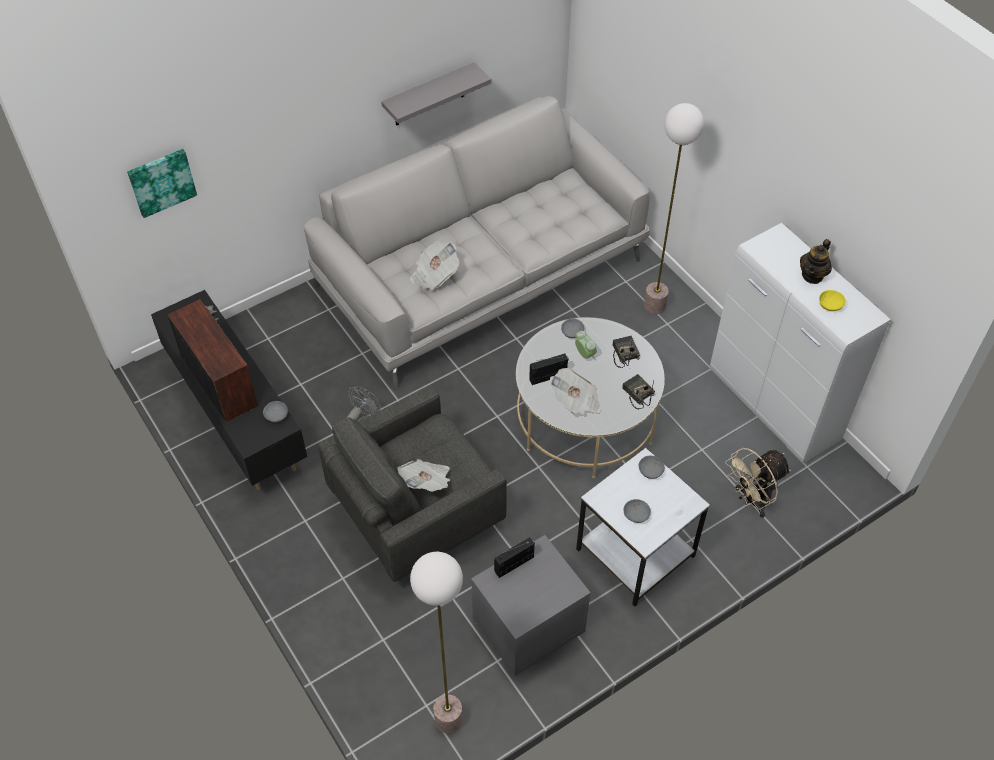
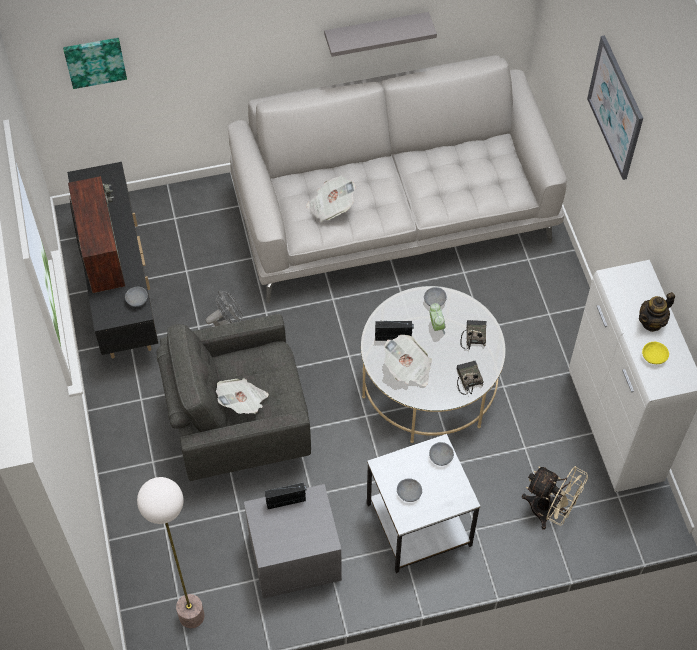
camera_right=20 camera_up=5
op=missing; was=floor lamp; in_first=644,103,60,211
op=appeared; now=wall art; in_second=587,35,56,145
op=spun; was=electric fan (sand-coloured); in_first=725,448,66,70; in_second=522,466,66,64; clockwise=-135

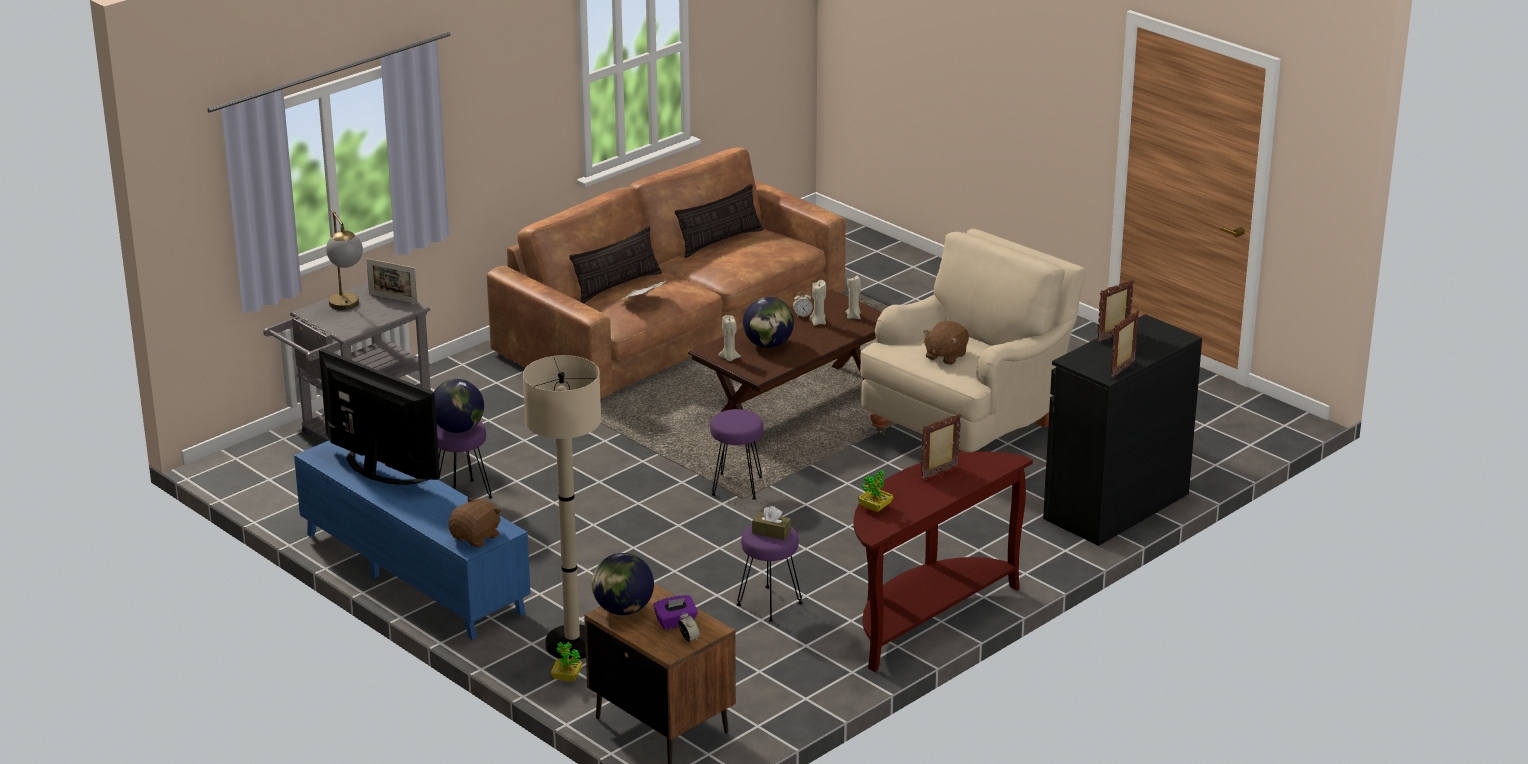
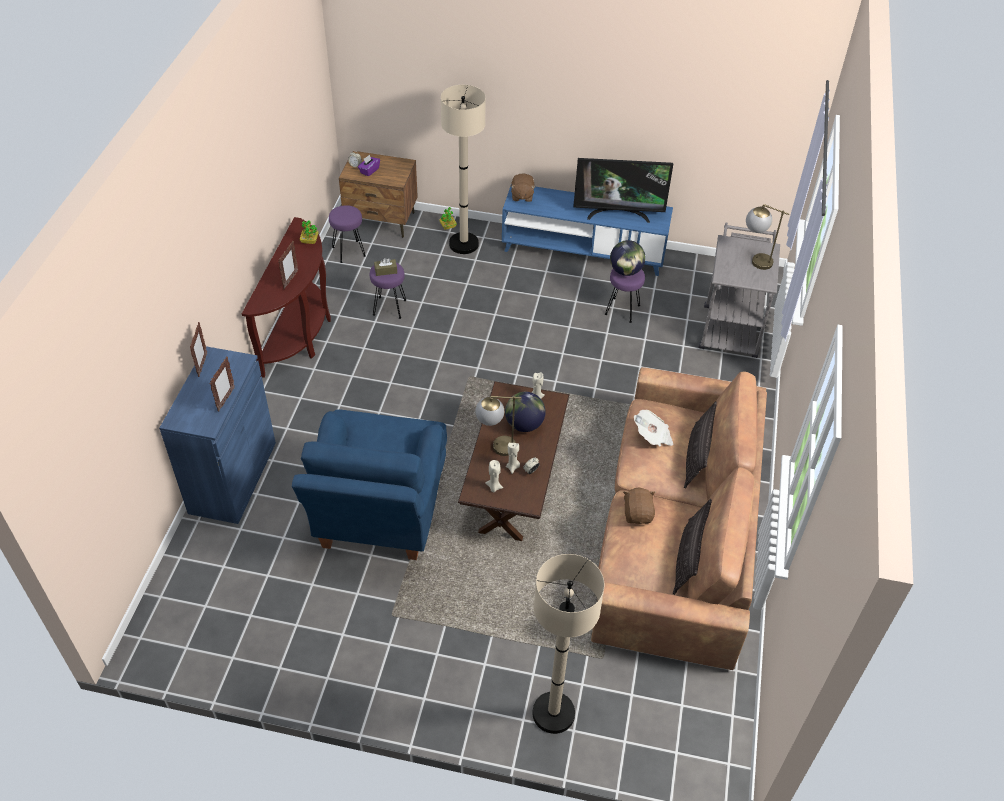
camera_right=145 camera_up=20
op=missing; was=picture frame; in_first=366,259,52,45
op=missing; was=world globe; in_first=592,553,62,62
op=appeared; now=lamp for a table; in_second=475,396,47,60
op=appeared; now=floor lamp (sand-coloured); in_second=532,554,72,180
op=relocated; was=stool (purplish); in_first=710,409,54,91; in_second=329,205,37,58
op=relocated; was=soft toy (brown-coloured); in_first=923,321,46,44; in_second=623,488,32,36
op=colour; was=armchair (sand-coloured); now=armchair (bluish); in_first=860,229,226,225; in_second=292,410,155,150
op=colour; was=storage cabinet (black-coloured); now=storage cabinet (bluish); in_first=1043,314,159,232; in_second=159,346,117,178

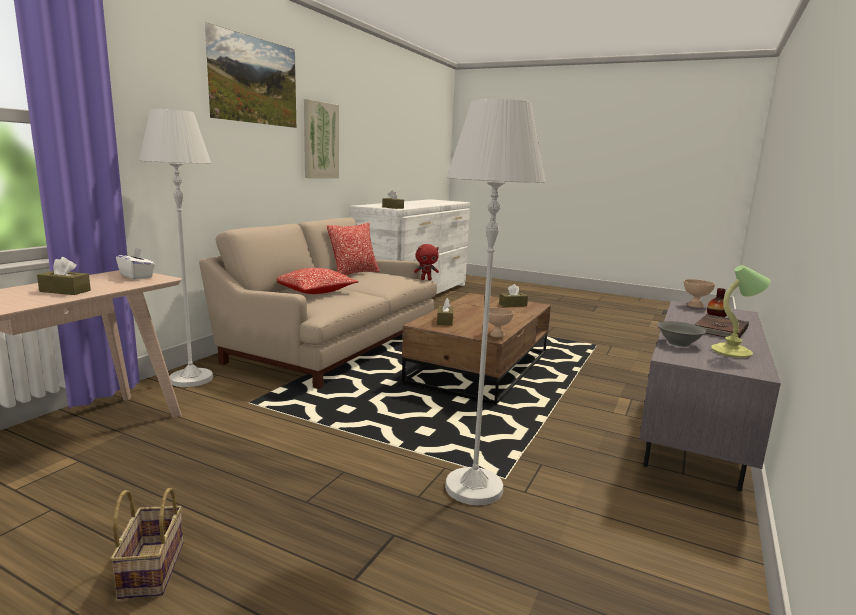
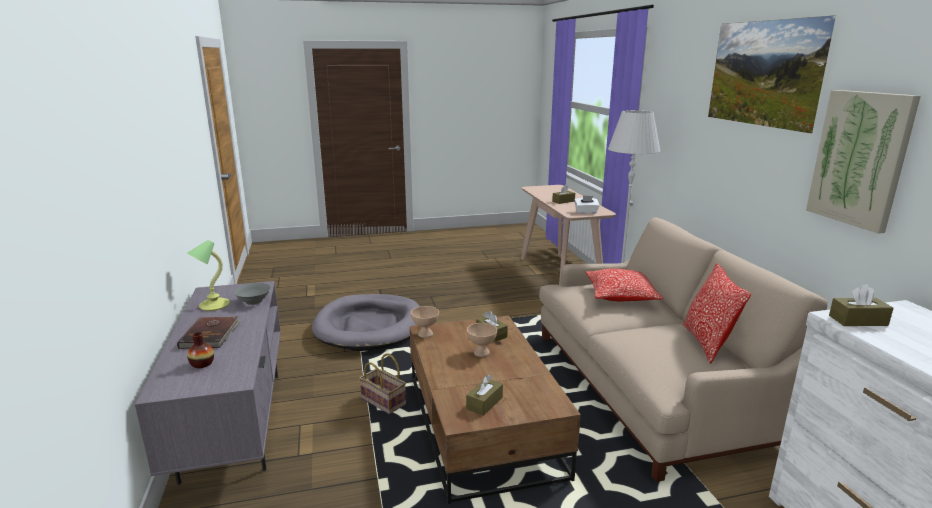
camera_right=140 camera_up=5
op=missing; was=soft toy (red); in_first=414,244,25,36
op=relocated; was=basket; in_first=110,488,74,111; in_second=359,353,47,61
op=relocated; was=bowl (sand-coloured); in_first=684,279,31,29; in_second=467,323,30,34
op=exchanged; was=floor lamp (whitish); now=dog cushion (grey); in_first=445,99,101,406; in_second=312,294,108,57

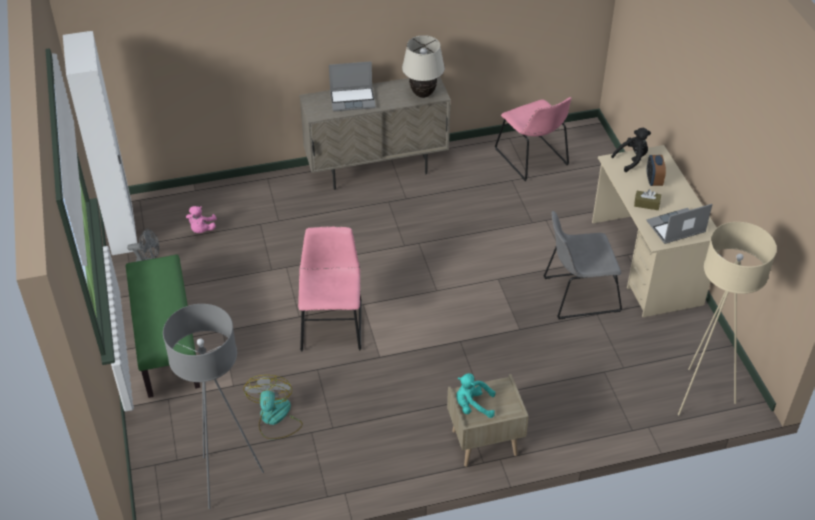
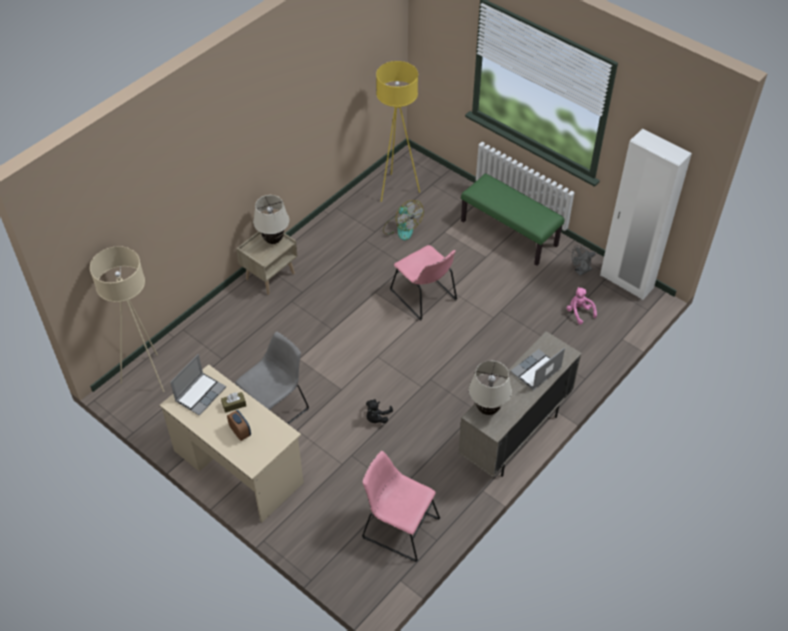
camera_right=145 camera_up=5
op=relocated; was=soft toy (black-coloured); in_first=611,128,40,44; in_second=366,399,27,24
op=exchanged; was=soft toy (blue-green); now=lamp for a table (sand-coloured); in_first=456,373,40,45; in_second=253,195,36,49
op=colour; was=floor lamp (grey); now=floor lamp (yellow-coloured); in_first=163,304,101,205; in_second=376,61,44,141

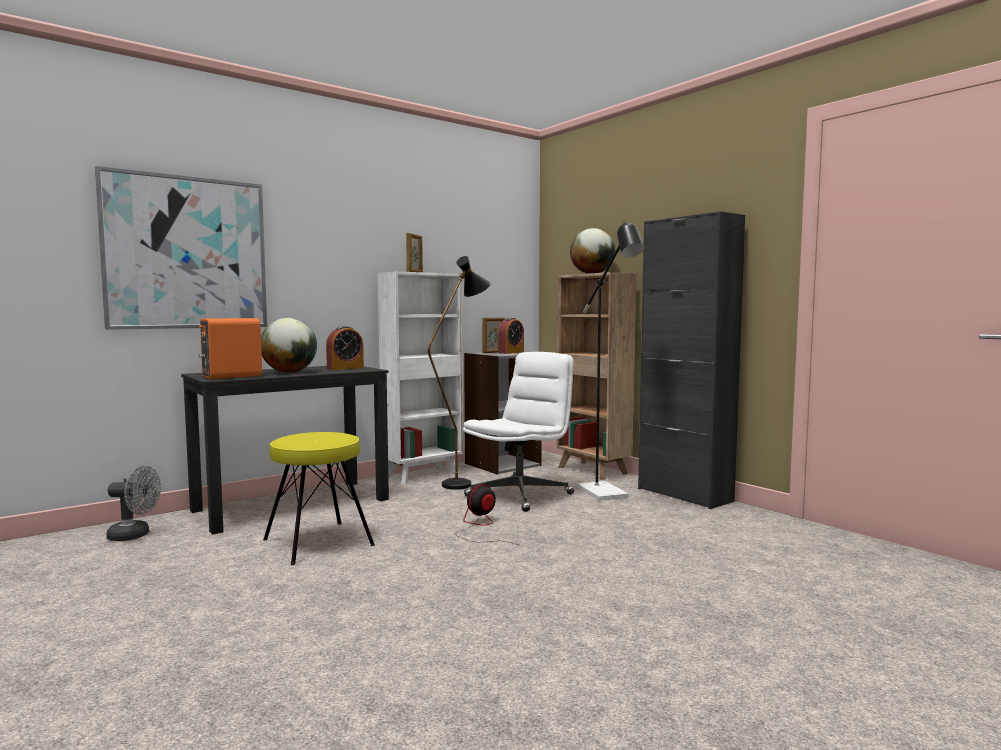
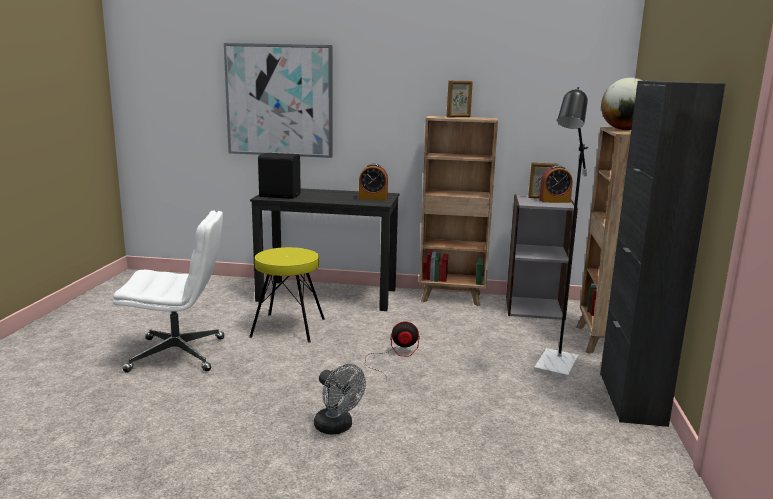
camera_right=45 camera_up=10
op=missing; was=world globe; in_first=261,318,56,55
op=missing; was=floor lamp (black-coloured); in_first=428,256,63,234
op=relocated; was=electric fan (grey); in_first=106,466,55,75; in_second=314,364,52,70
op=relocated; was=office chair (whitish); in_first=463,352,111,160; in_second=113,210,111,162
op=colour; was=loudspeaker (orange-coloured); now=loudspeaker (black-coloured); in_first=198,318,64,61; in_second=258,153,43,46
op=colour; was=bookshelf (whitish); now=bookshelf (brown-coloured); in_first=378,271,85,213; in_second=419,116,79,190

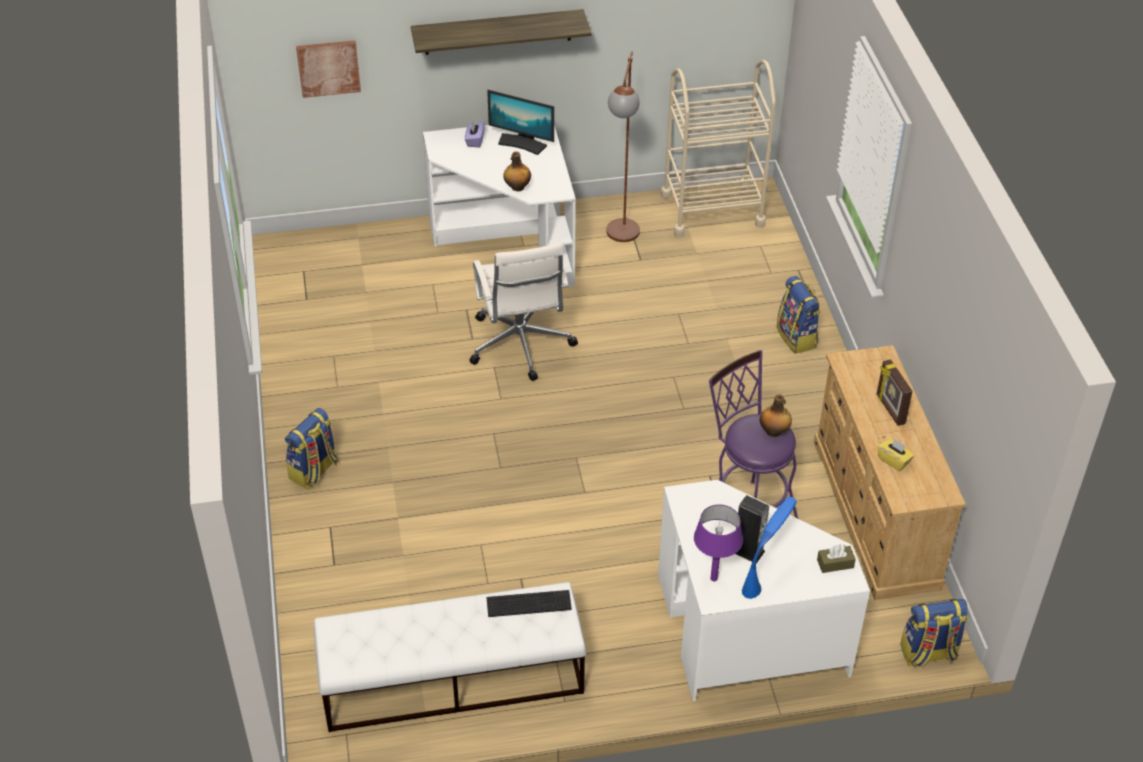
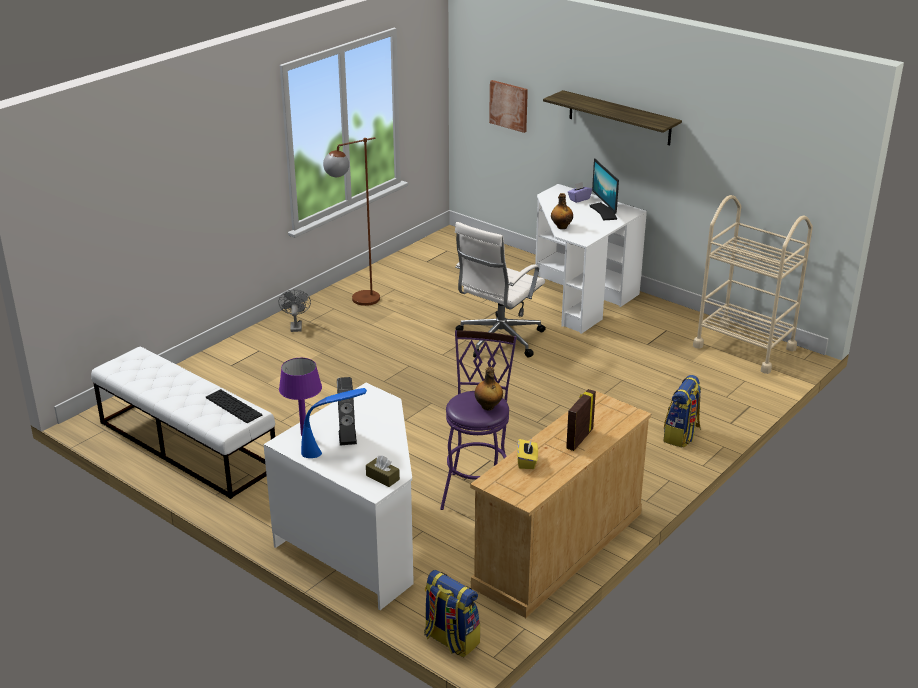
camera_right=50 camera_up=-15
op=relocated; was=floor lamp (brown-coloured); in_first=606,51,34,191; in_second=323,137,57,169
op=exchanged; was=knapsack; now=electric fan (grey); in_first=285,408,53,81; in_second=279,289,32,43

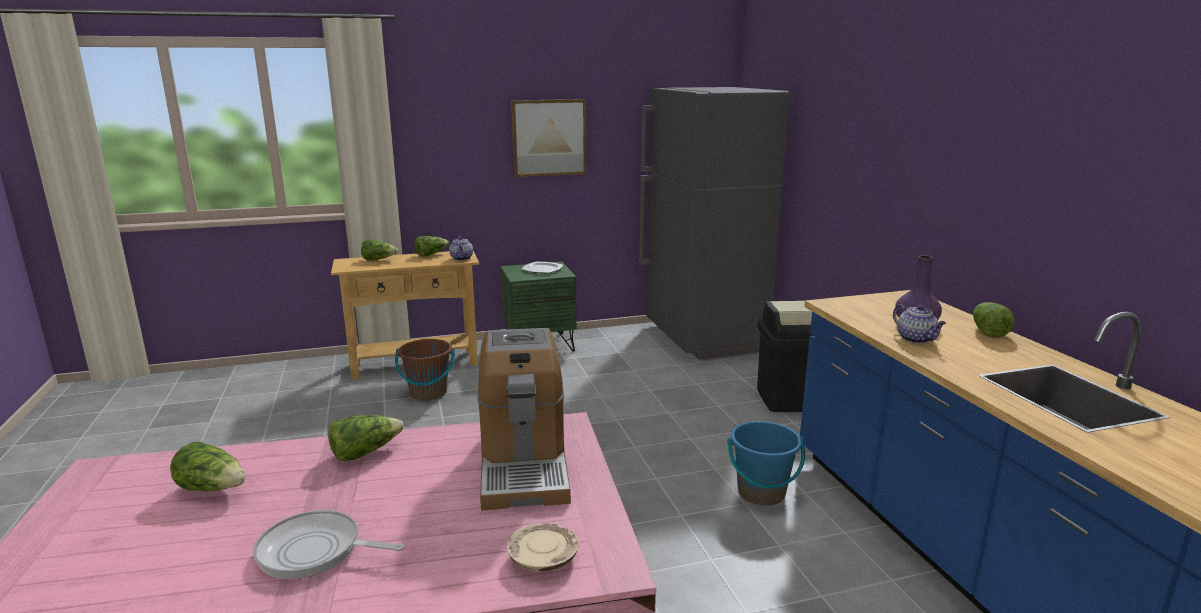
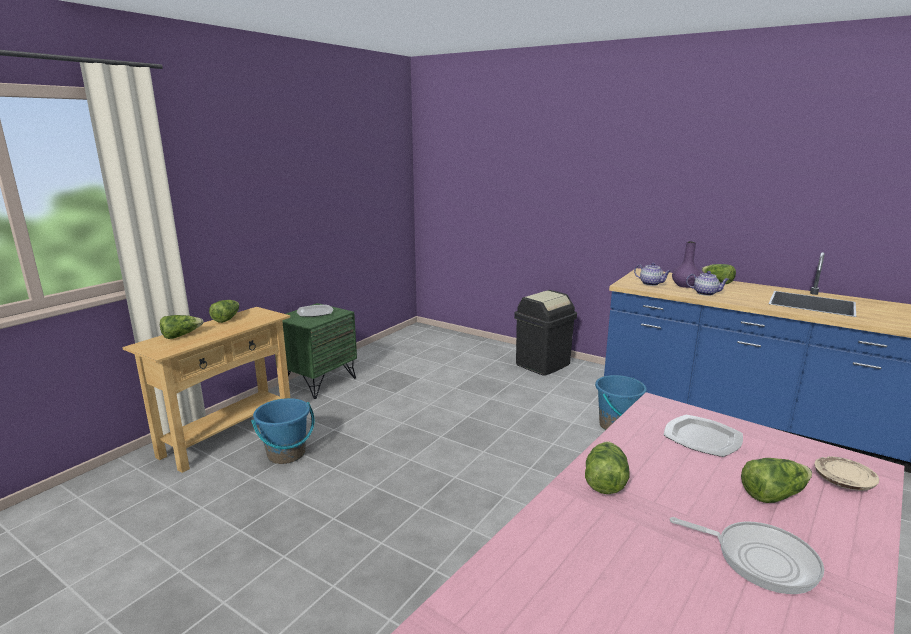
camera_right=-40 camera_up=0
op=missing; was=wall art; in_first=511,99,75,78
op=missing; was=fridge (grey); in_first=639,87,150,272
op=relocated; was=lettuce; in_first=170,442,75,49; in_second=741,458,71,45
op=relocated; was=teapot; in_first=449,236,24,25; in_second=634,263,37,23
op=exchanged; was=coffee brewer; now=plate; in_first=477,328,94,182; in_second=664,415,79,42
op=colour; was=bucket (brown-coloured); now=bucket (bluish); in_first=395,339,60,62; in_second=251,398,63,66
op=spun; was=pan; in_first=253,510,151,69; in_second=670,517,154,77; clockwise=-120

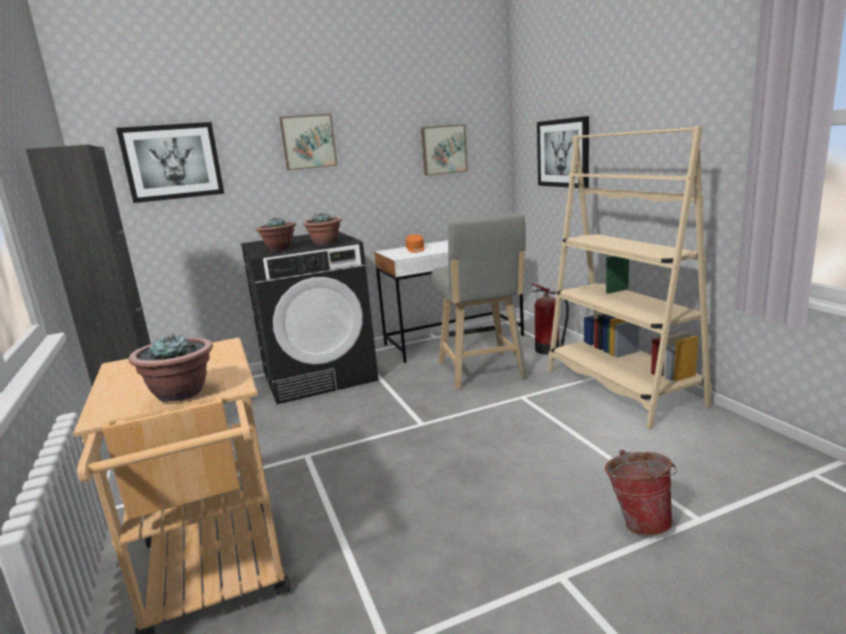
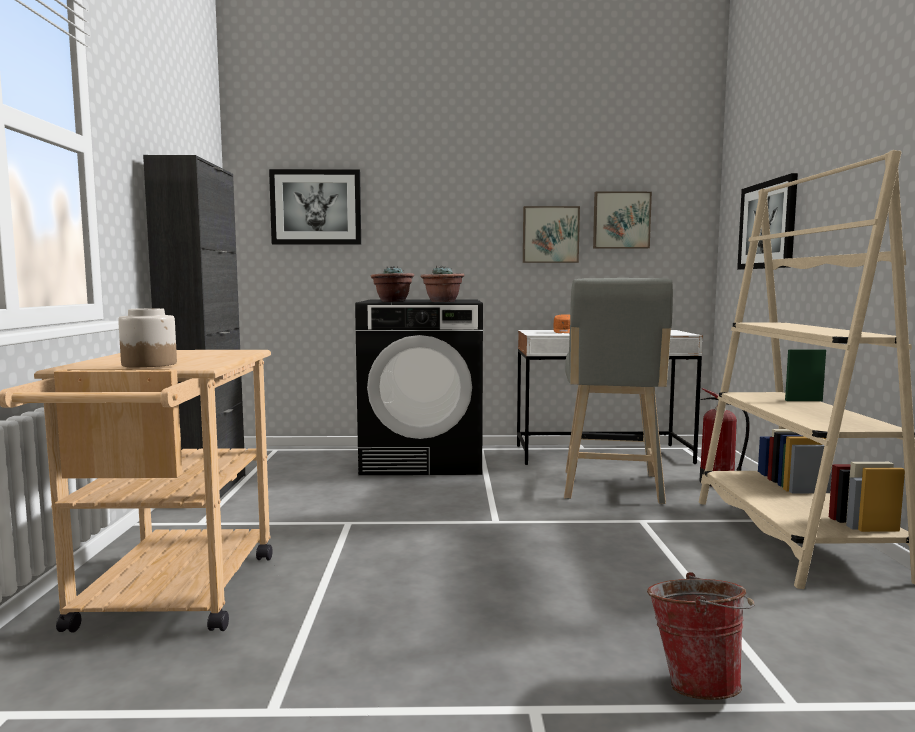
camera_right=20 camera_up=-10
op=relocated; was=wall art; in_first=279,114,58,56; in_second=523,206,57,57
op=exchanged; was=plant in a pot; now=preserve jar; in_first=129,332,84,70; in_second=118,308,59,60

